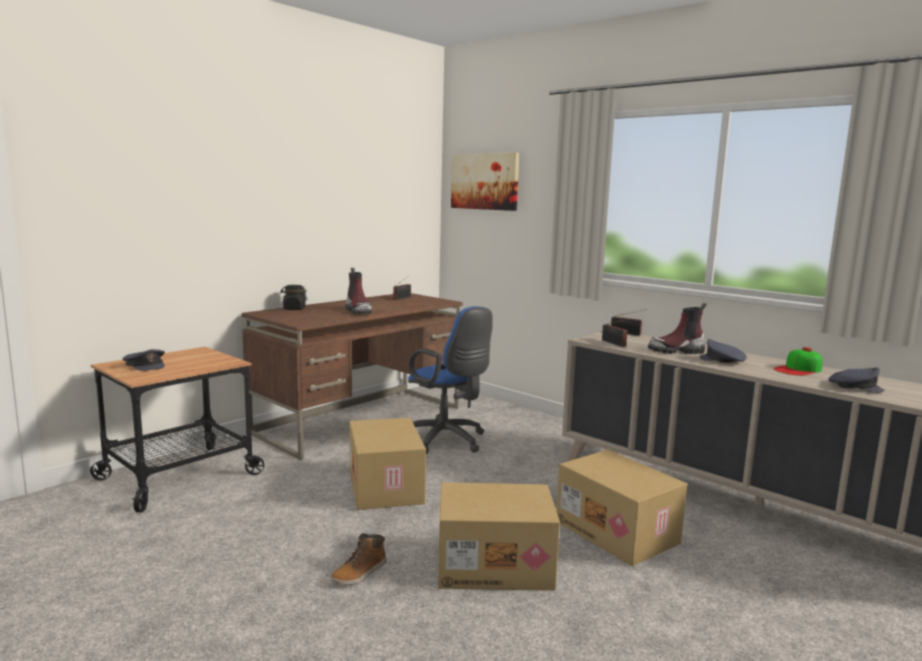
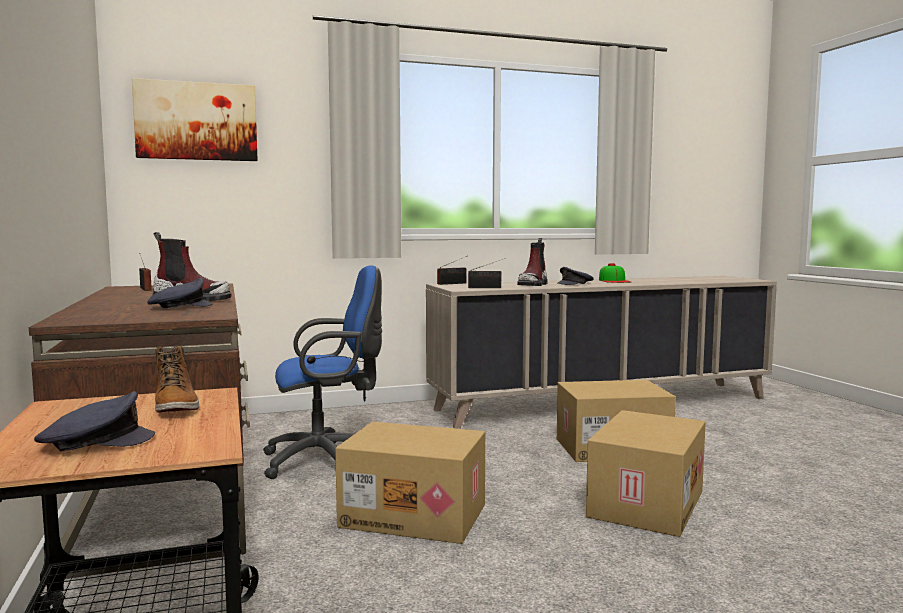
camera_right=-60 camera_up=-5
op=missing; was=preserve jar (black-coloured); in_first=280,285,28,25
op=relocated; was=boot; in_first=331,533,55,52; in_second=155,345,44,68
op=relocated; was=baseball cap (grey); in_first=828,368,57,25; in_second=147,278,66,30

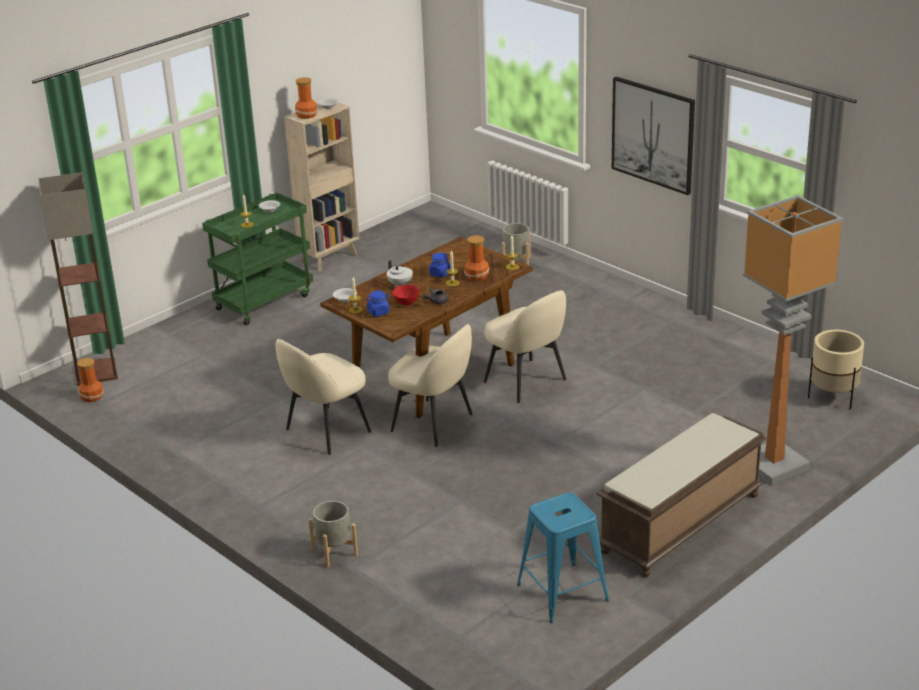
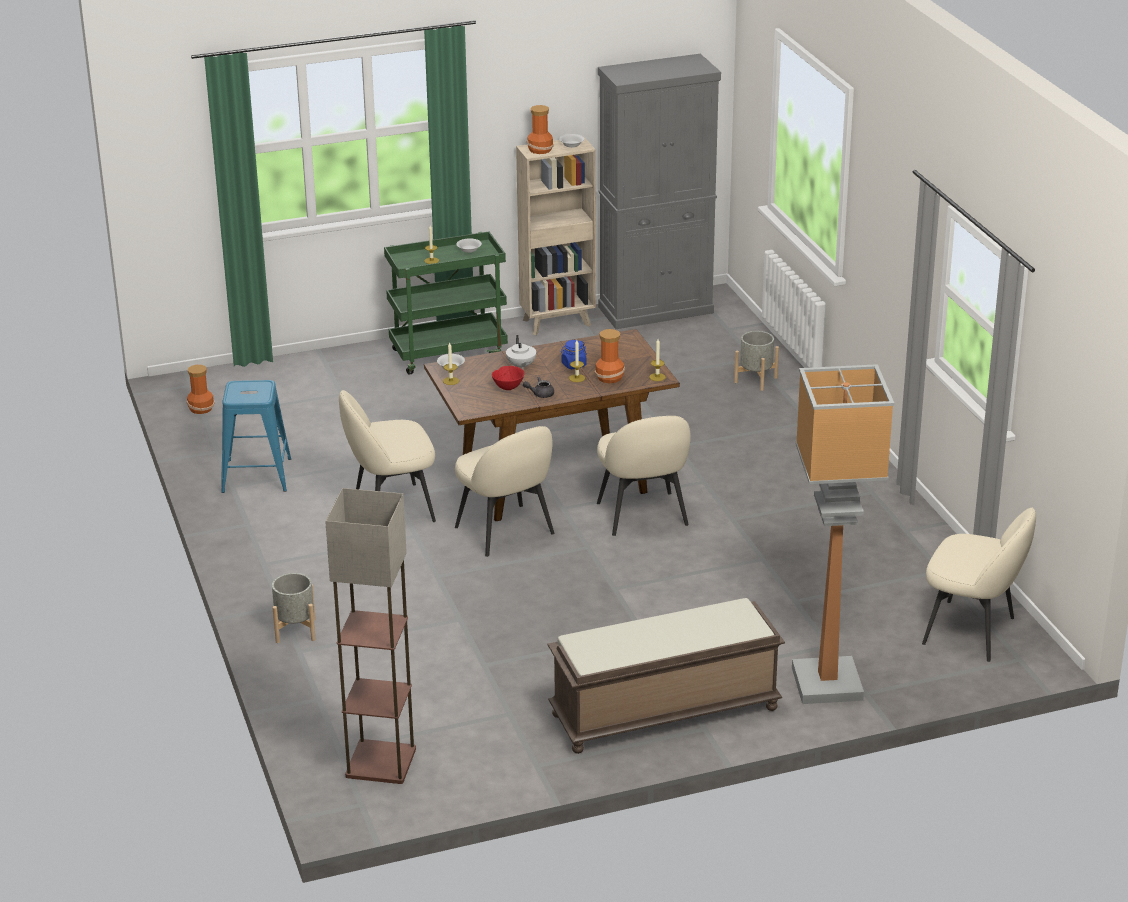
camera_right=25 camera_up=0
op=missing; was=preserve jar (bluish); in_first=367,290,22,27
op=missing; was=wall art; in_first=612,77,83,118
op=appeared; now=storage cabinet (grey); in_second=598,54,123,275
op=relocated; was=floor lamp; in_first=38,172,80,214; in_second=325,488,91,296
op=relocated; was=stool (bluish); in_first=517,492,92,131; in_second=221,380,70,113
op=exchanged; was=flower pot (sand-coloured); now=upright chair (sand-coloured); in_first=808,330,56,79; in_second=922,508,114,154

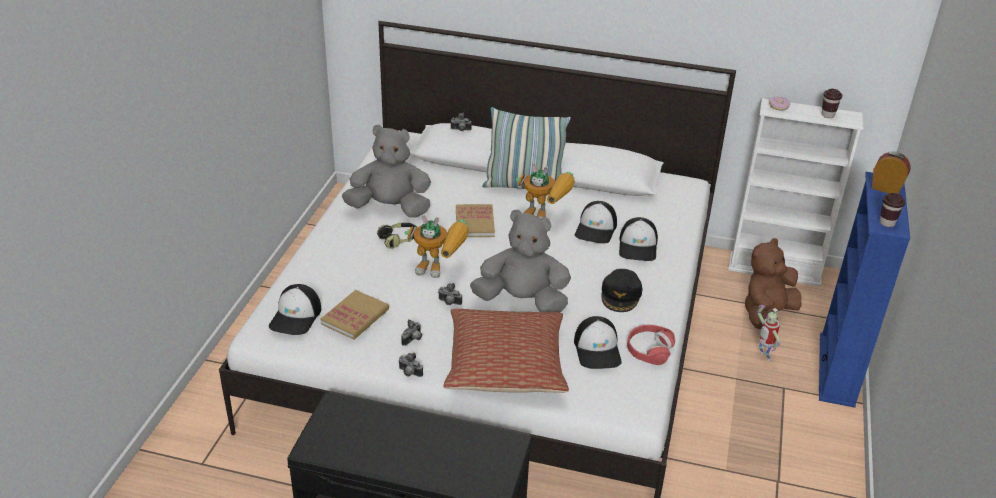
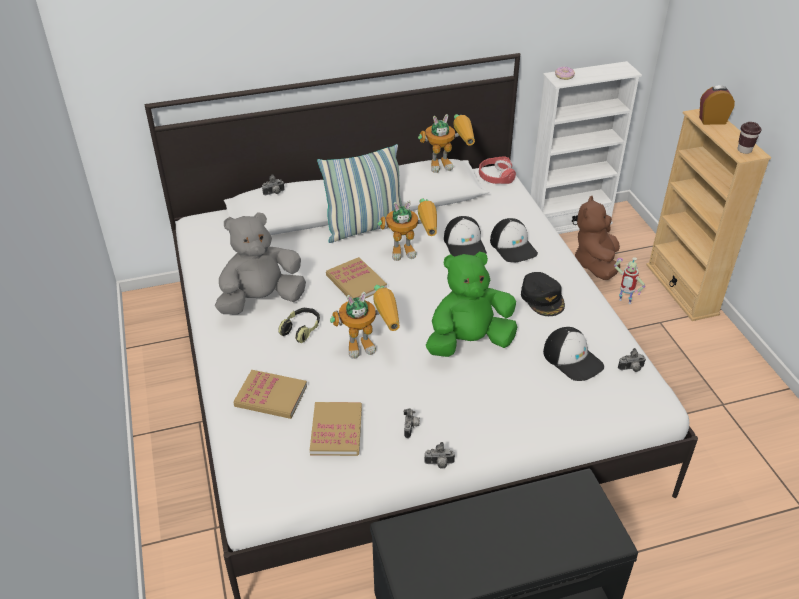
camera_right=-30 camera_up=5
op=missing; was=baseball cap; in_first=269,284,52,51
op=missing; was=pillow; in_first=444,309,125,84
op=missing; was=cup (brown-coloured); in_first=821,89,22,29
op=appeared; now=volume; in_second=233,370,74,49
op=appeared; now=toy robot; in_second=418,114,57,59
op=relocated; was=photo camera; in_first=438,283,24,22; in_second=618,348,28,24
op=relocated; was=pair of headphones (red); in_first=627,325,48,40; in_second=479,156,37,28
op=colour; was=soft toy (grey); now=soft toy (green); in_first=470,210,101,103; in_second=426,251,91,106
op=colour; was=bookshelf (bluish); now=bookshelf (sand-coloured); in_first=819,172,91,236; in_second=646,109,125,212

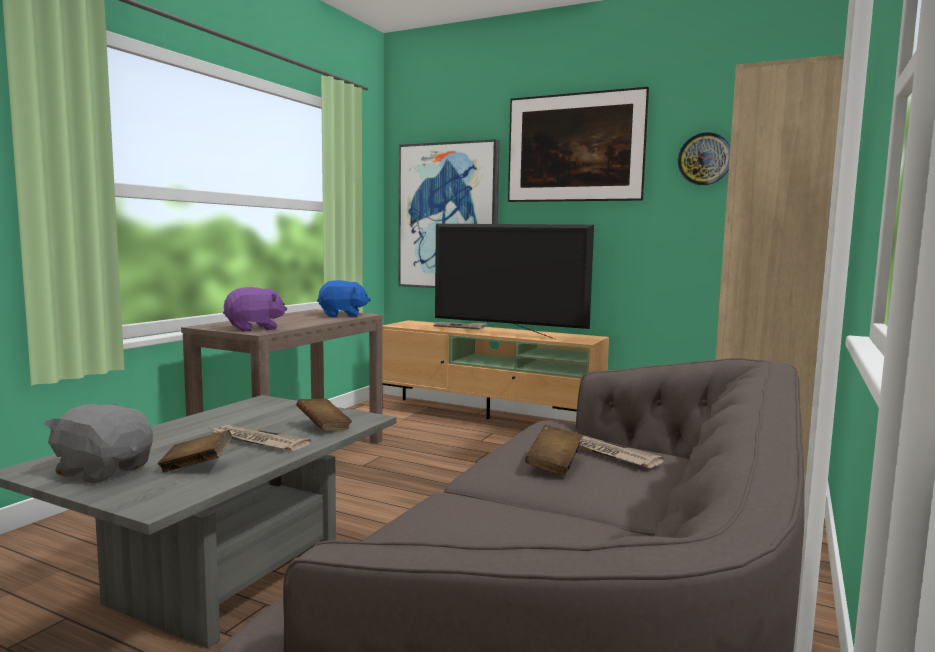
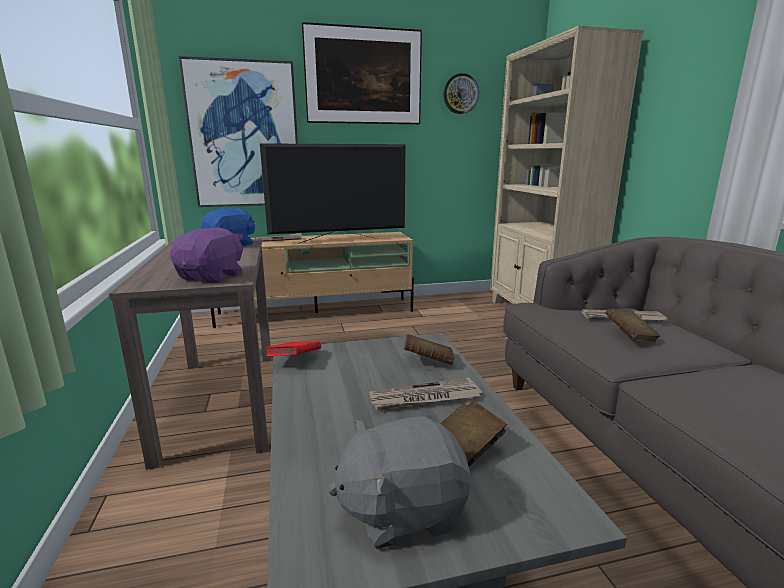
camera_right=-40 camera_up=10
op=appeared; now=volume (red); in_second=265,341,56,16

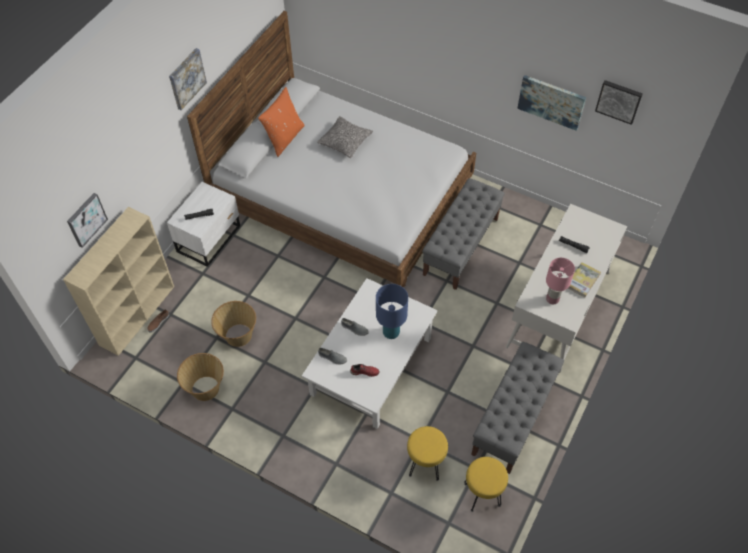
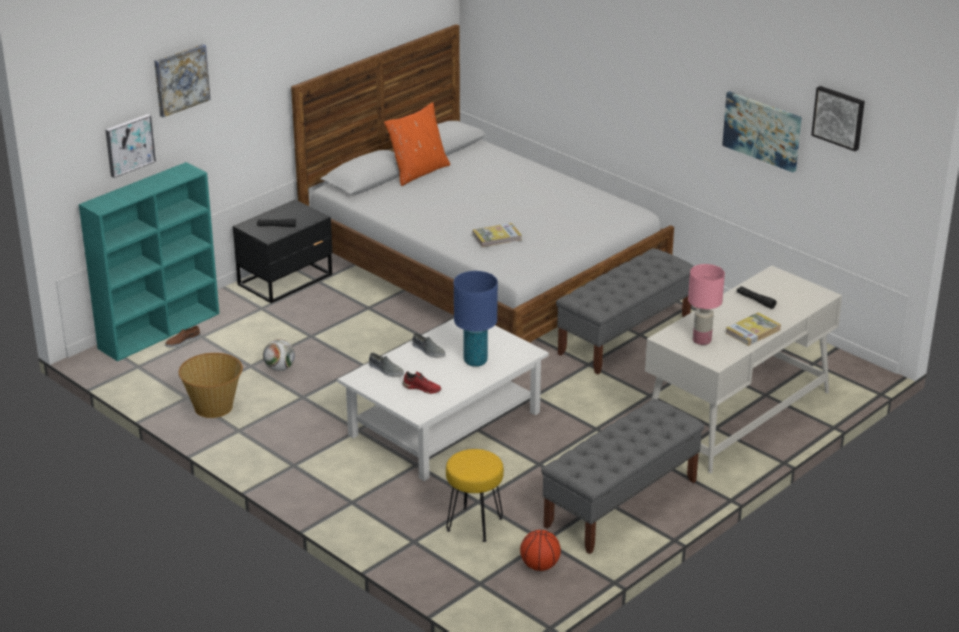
camera_right=15 camera_up=-25
op=missing; was=pillow; in_first=317,116,56,42
op=appeared; now=volume; in_second=473,223,48,24
op=relocated; was=wall art; in_first=169,48,38,62; in_second=154,44,57,73
op=exchanged; was=basket; now=football ball; in_first=211,301,45,46; in_second=263,339,32,32
op=exchanged; was=stool (yellow-coloured); now=basketball ball; in_first=464,457,44,55; in_second=520,530,41,41
op=colour; was=bookshelf (sand-coloured); now=bookshelf (blue-green); in_first=63,207,111,149; in_second=79,162,140,199
op=colour; was=night table (whitish); now=night table (black-coloured); in_first=167,182,73,85; in_second=233,199,100,104

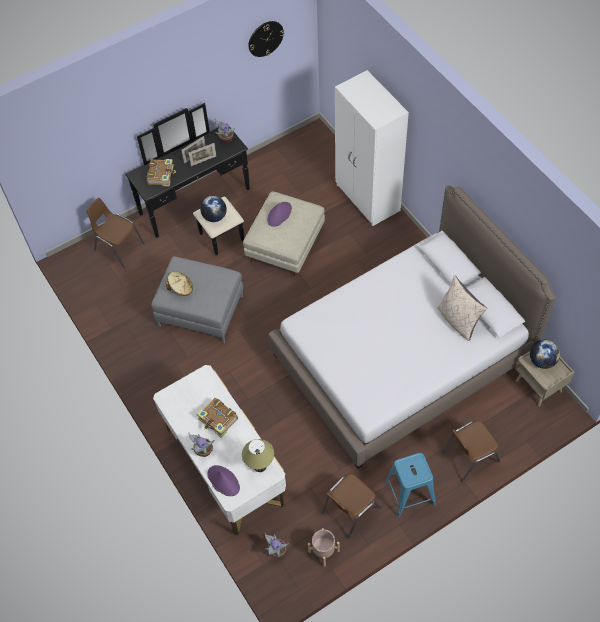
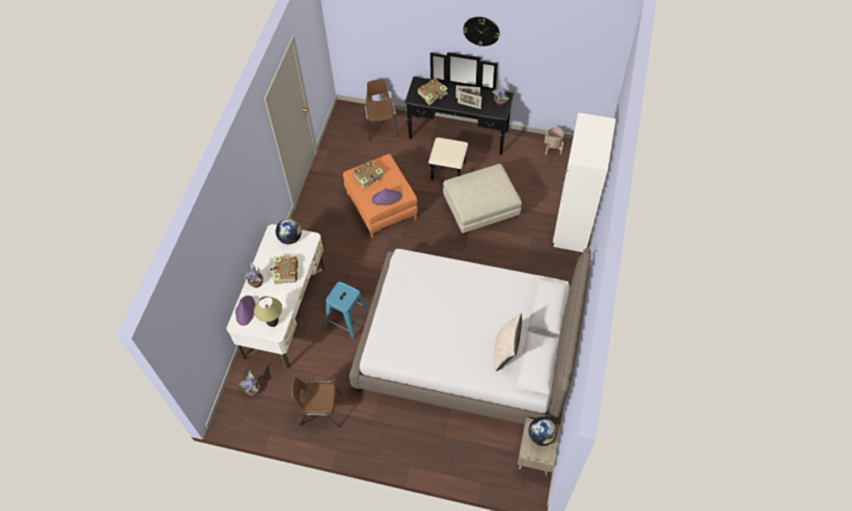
camera_right=45 camera_up=0
op=missing; was=upright chair (brown-coloured); in_first=442,421,58,61
op=relocated; was=world globe; in_first=200,196,27,26; in_second=276,219,26,25
op=relocated; was=clock on the wall; in_first=248,21,36,36; in_second=463,17,37,30
op=relocated; was=hat (purplish); in_first=267,202,25,25; in_second=372,188,30,18
op=relocated; was=flower pot (sand-coloured); in_first=308,528,31,39; in_second=544,127,20,28
op=relocated; was=stool (bluish); in_first=384,453,52,65; in_second=325,282,44,58
op=exchanged; was=hat (sand-coloured); now=volume; in_first=166,272,27,24; in_second=352,160,32,29
op=colour; was=ottoman (grey); now=ottoman (orange-coloured); in_first=151,256,92,87; in_second=343,154,75,84

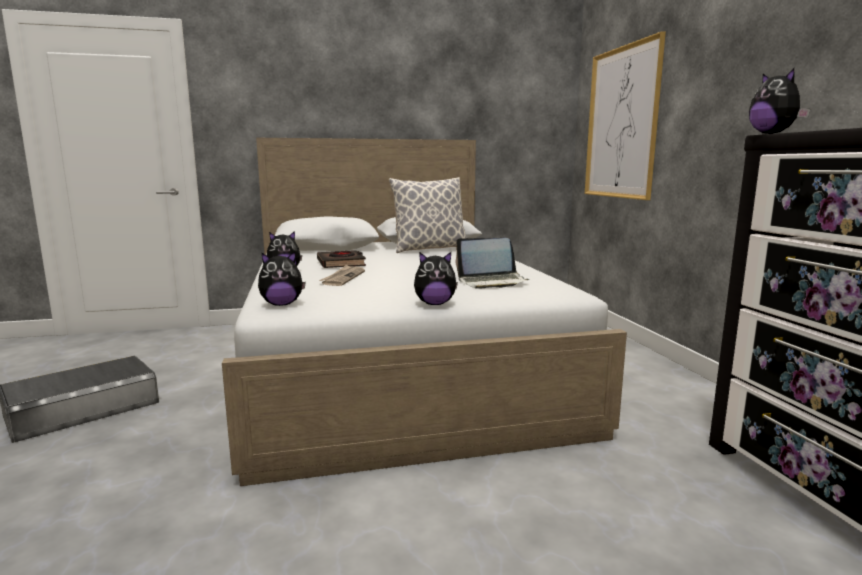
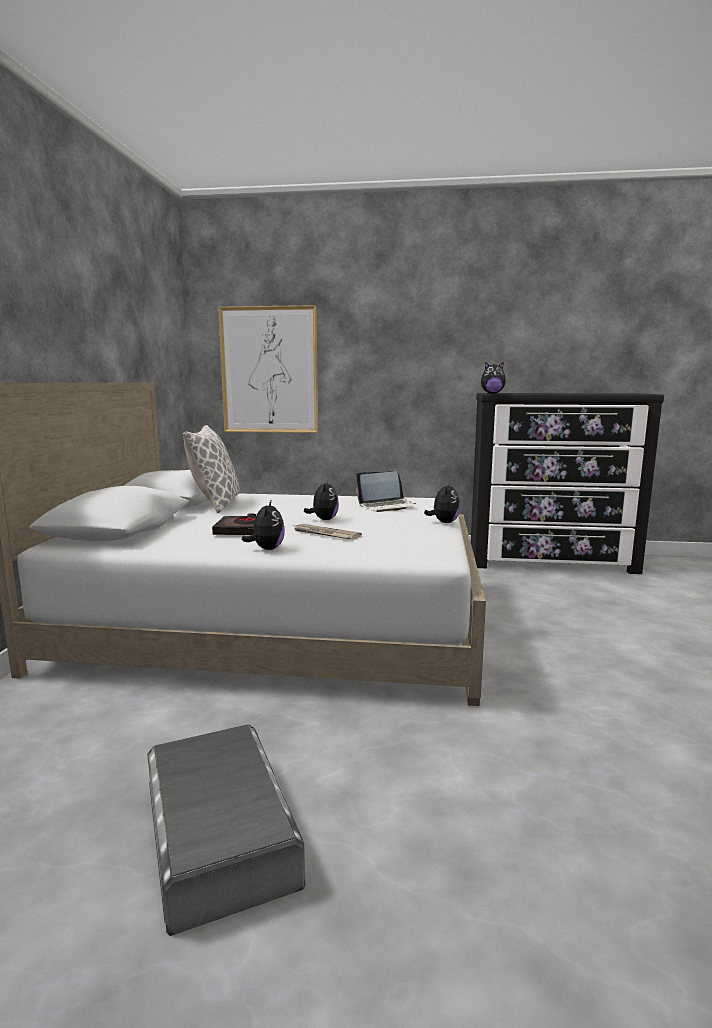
camera_right=-70 camera_up=0
op=relocated; was=soft toy; in_first=258,252,48,54; in_second=304,480,35,40
op=spun; was=notebook computer; in_first=456,238,73,51; in_second=356,471,60,41; clockwise=60

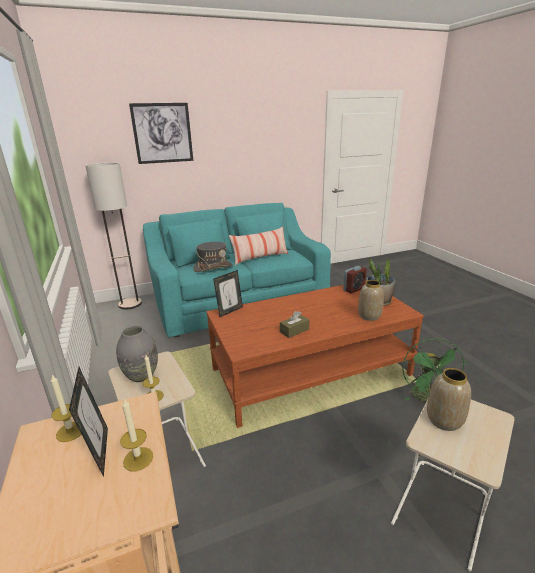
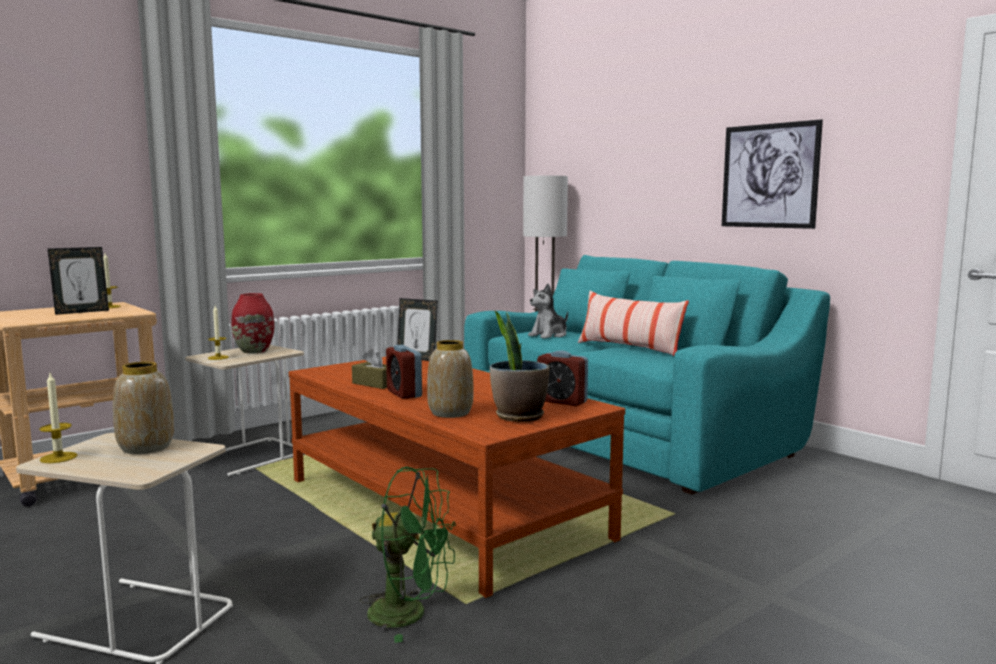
camera_right=70 camera_up=-15
op=appeared; now=bedside clock; in_second=386,345,36,54
op=relocated; was=wax light; in_first=120,399,33,72; in_second=39,373,38,90
op=relocated; was=wall art; in_first=129,103,64,61; in_second=722,119,101,110
op=exchanged; was=hat (grey); now=soft toy; in_first=193,242,40,30; in_second=528,284,40,55
op=colour; was=flower vase (grey); now=flower vase (red); in_first=116,326,42,56; in_second=231,293,44,60
op=spun; was=electric fan (green); in_first=402,339,66,63; in_second=360,467,96,176; clockwise=-150

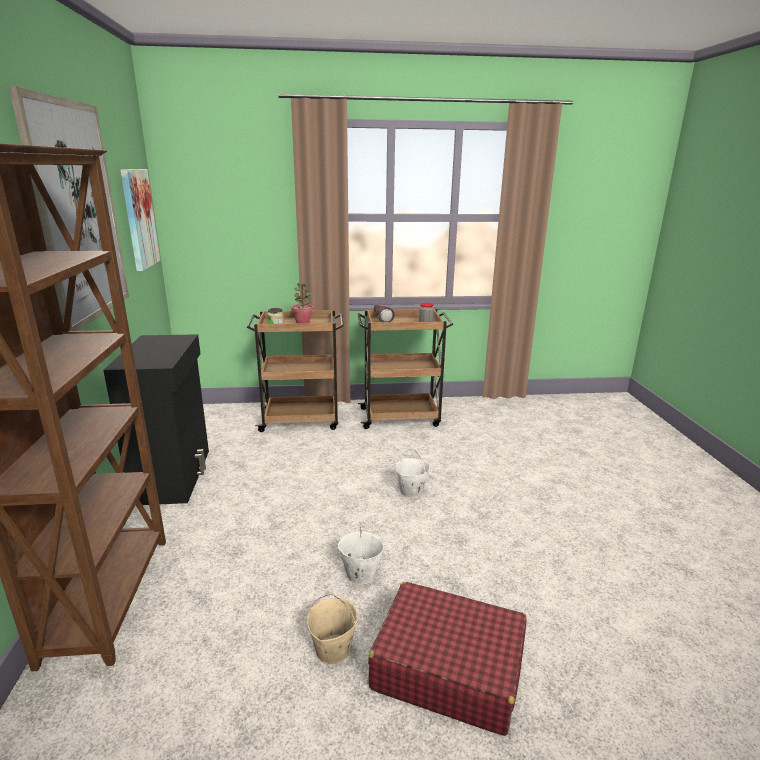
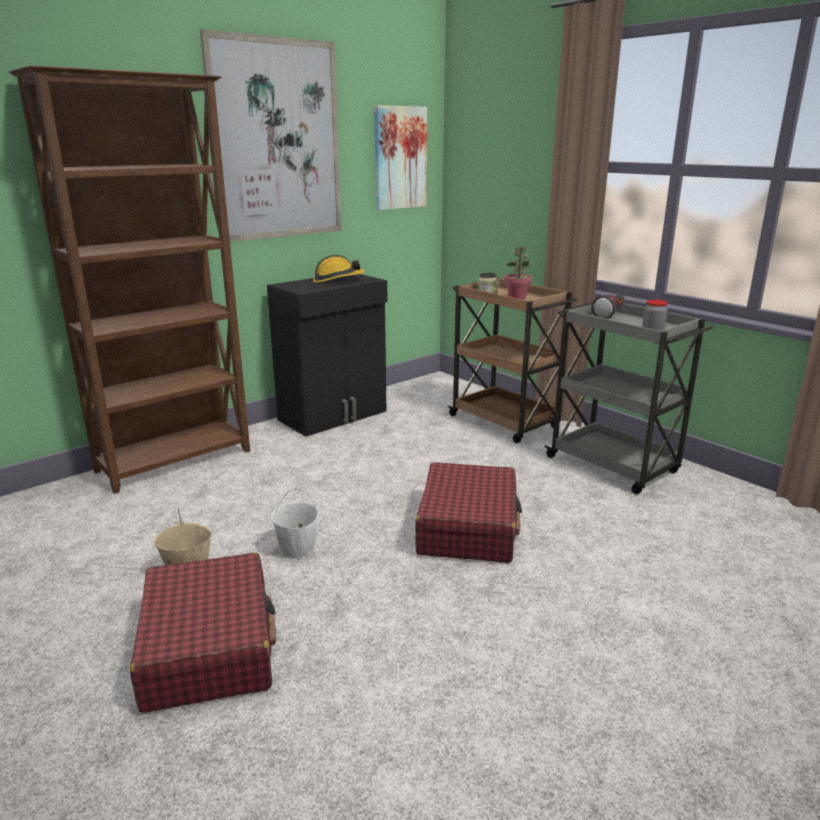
camera_right=55 camera_up=0
op=appeared; now=safety helmet; in_second=313,255,52,28
op=exchanged; was=bucket (whitish); now=piece of luggage (red); in_first=395,449,35,49; in_second=415,462,107,101
op=colour; was=cart (brown-coloured); now=cart (grey); in_first=357,309,96,120; in_second=544,303,169,191

